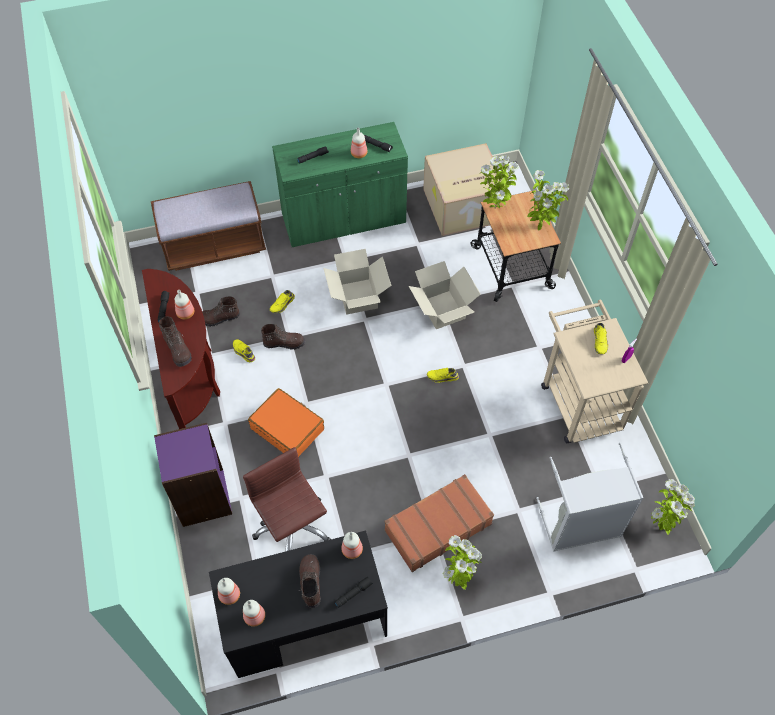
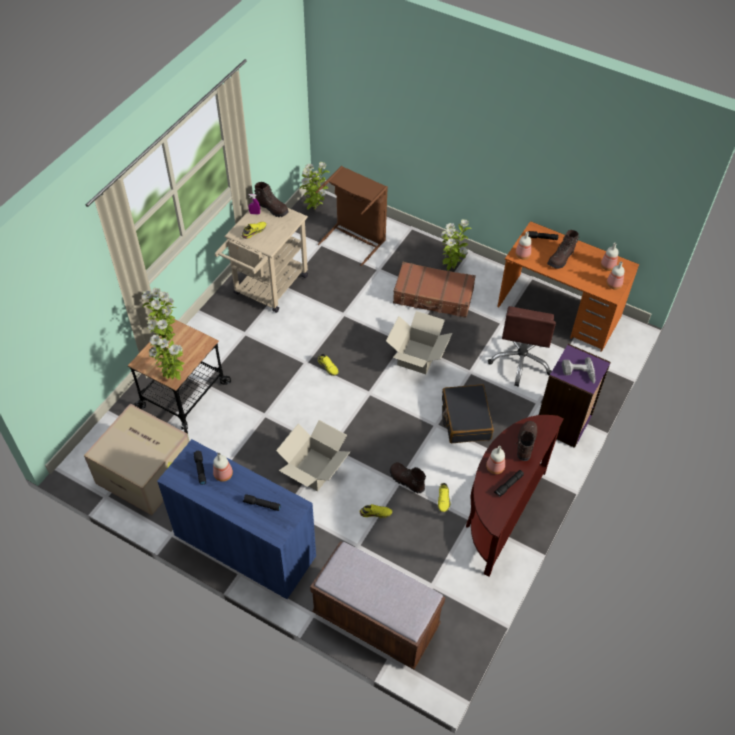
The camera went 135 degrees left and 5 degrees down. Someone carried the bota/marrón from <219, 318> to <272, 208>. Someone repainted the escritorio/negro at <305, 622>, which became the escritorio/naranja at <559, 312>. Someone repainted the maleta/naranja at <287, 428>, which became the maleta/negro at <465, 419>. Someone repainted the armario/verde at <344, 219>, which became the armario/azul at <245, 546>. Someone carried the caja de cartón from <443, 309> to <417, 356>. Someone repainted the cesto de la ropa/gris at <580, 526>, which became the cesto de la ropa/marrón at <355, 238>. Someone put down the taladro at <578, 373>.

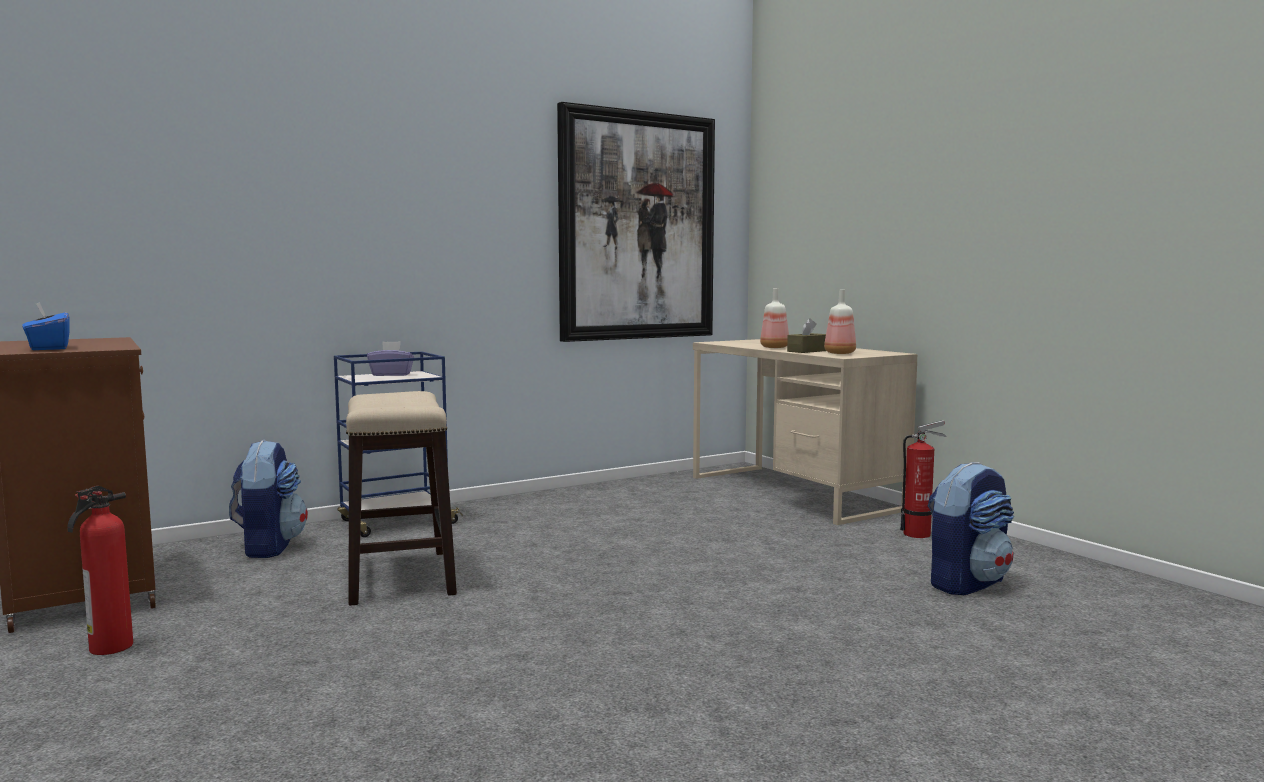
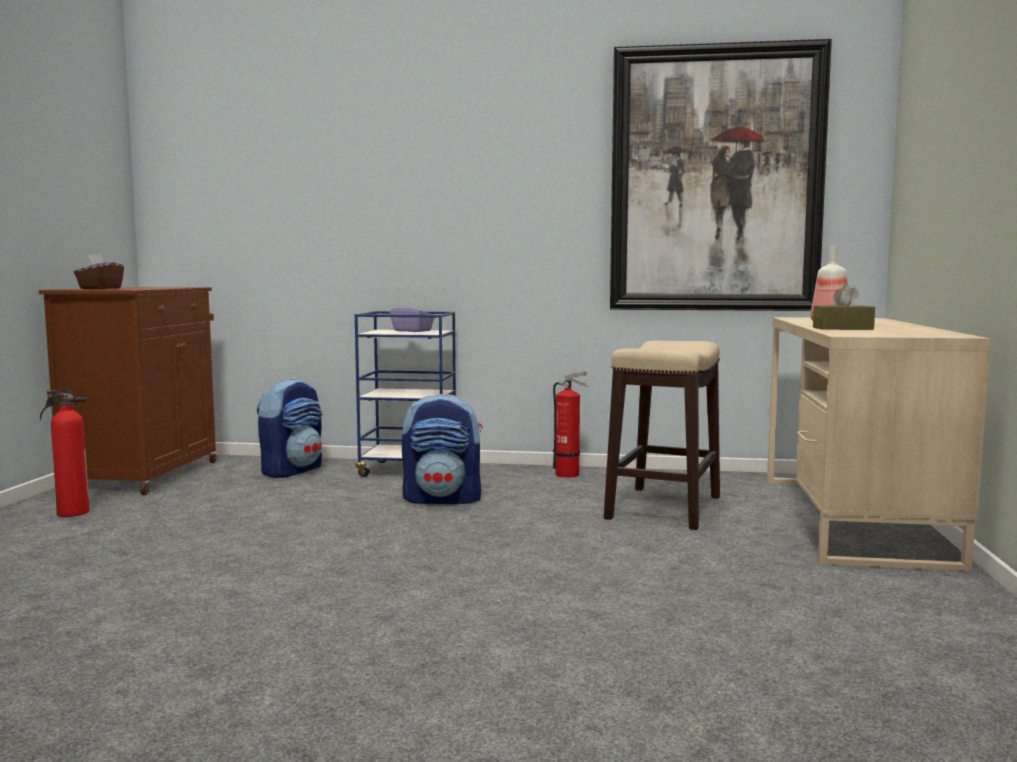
The camera went 40 degrees right and 0 degrees up. Someone repainted the caja de pañuelos/azul at <48, 348>, which became the caja de pañuelos/marrón at <100, 288>. Someone carried the taburete from <400, 576> to <664, 507>. Someone took away the botella at <838, 353>. Someone carried the extintor from <920, 534> to <570, 475>. Someone carried the mochila from <966, 583> to <443, 499>.

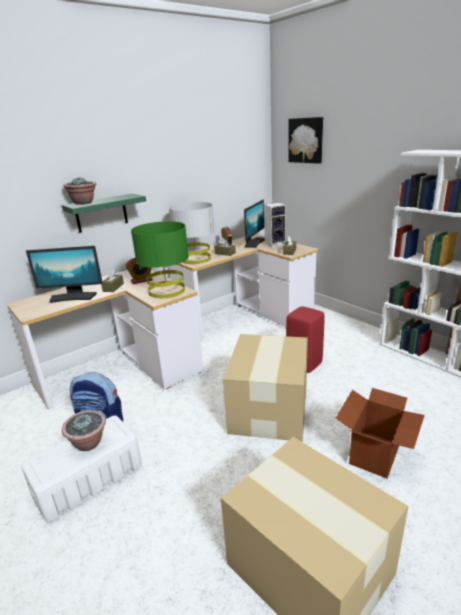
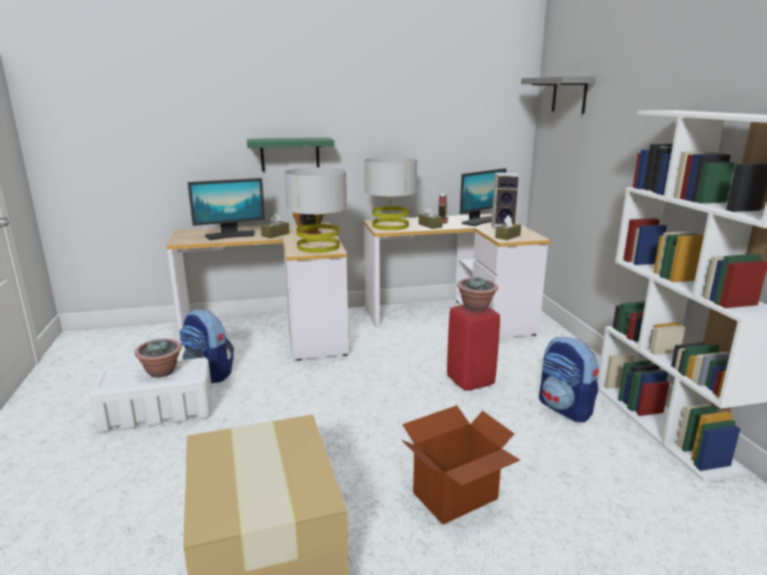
The camera went 25 degrees right and 5 degrees down. Someone rotated the monitor at <73, 297> by 45 degrees counterclockwise. Someone carried the planta en maceta from <84, 203> to <476, 307>. Someone repainted the lámpara de mesa/verde at <166, 291>, which became the lámpara de mesa/gris at <318, 246>. Someone took away the caja de cartón at <270, 408>. Someone swapped the cuadro at <306, 140> for the estante/gris at <569, 95>. Someone put down the mochila at <565, 408>.

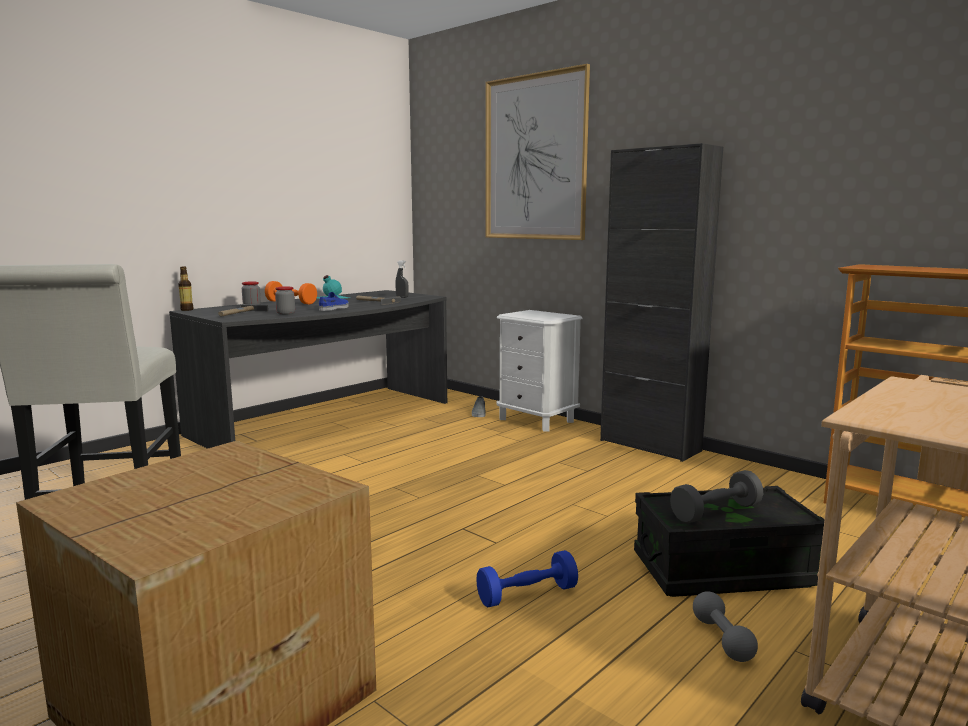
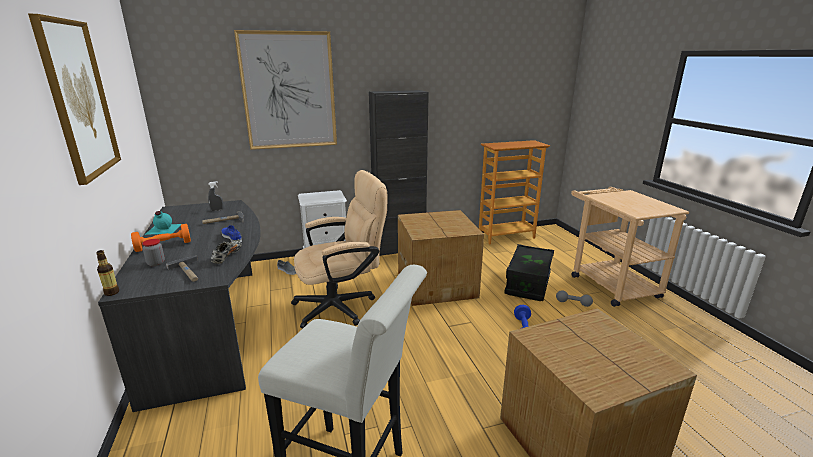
The camera went 60 degrees left and 10 degrees up. Someone swapped the tarro at <286, 313> for the zapato at <227, 256>. Someone took away the mancuerna/gris at <715, 512>. Someone put up the cuadro at <78, 99>. Someone put down the silla de oficina/beis at <342, 306>. Someone put down the caja de cartón at <437, 284>.

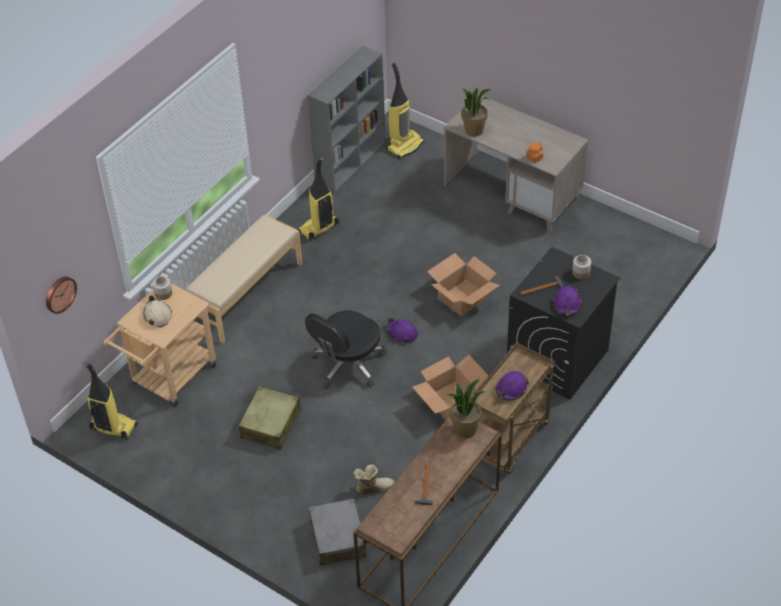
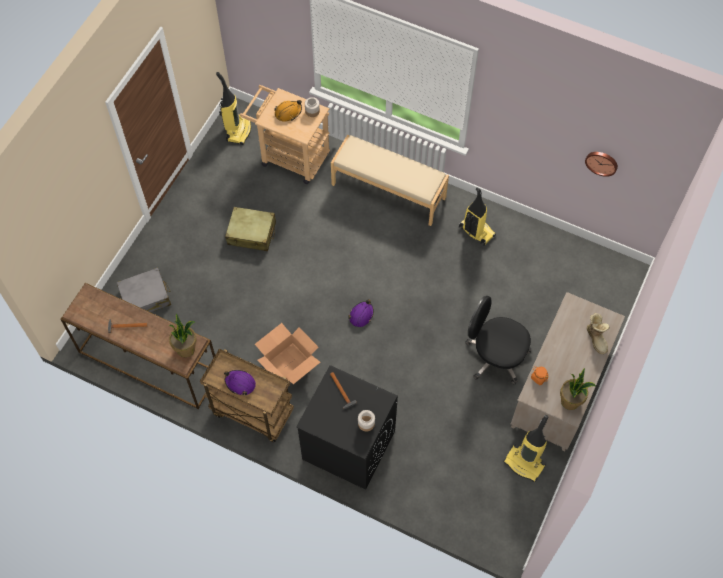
The camera went 80 degrees right and 15 degrees up. Someone carried the reloj de pared from <59, 294> to <601, 162>. Someone repainted the casco/beis at <157, 315>, which became the casco/naranja at <288, 112>. Someone carried the silla de oficina/negro from <347, 365> to <495, 356>. Someone took away the estantería/gris at <351, 162>. Someone carried the bota from <373, 487> to <597, 338>. Someone carried the aspiradora from <404, 145> to <525, 463>. Someone took away the caja de cartón at <462, 297>. Someone carried the planta en maceta from <474, 130> to <570, 401>. Someone took away the casco/morado at <567, 304>.

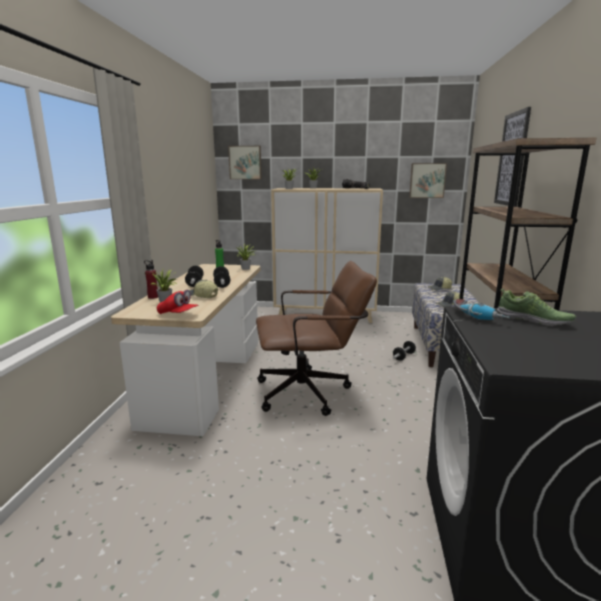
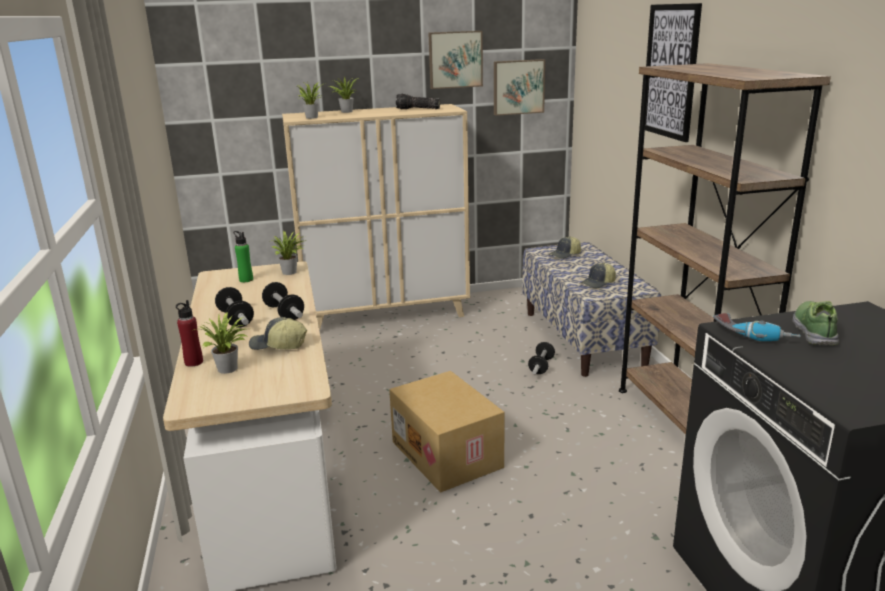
The camera went 20 degrees left and 5 degrees up. Someone took away the gorra/rojo at <178, 314>. Someone carried the cuadro from <245, 162> to <455, 59>. Someone swapped the silla de oficina/marrón at <311, 392> for the caja de cartón at <448, 454>. Someone rotated the zapato at <533, 320> by 90 degrees counterclockwise.

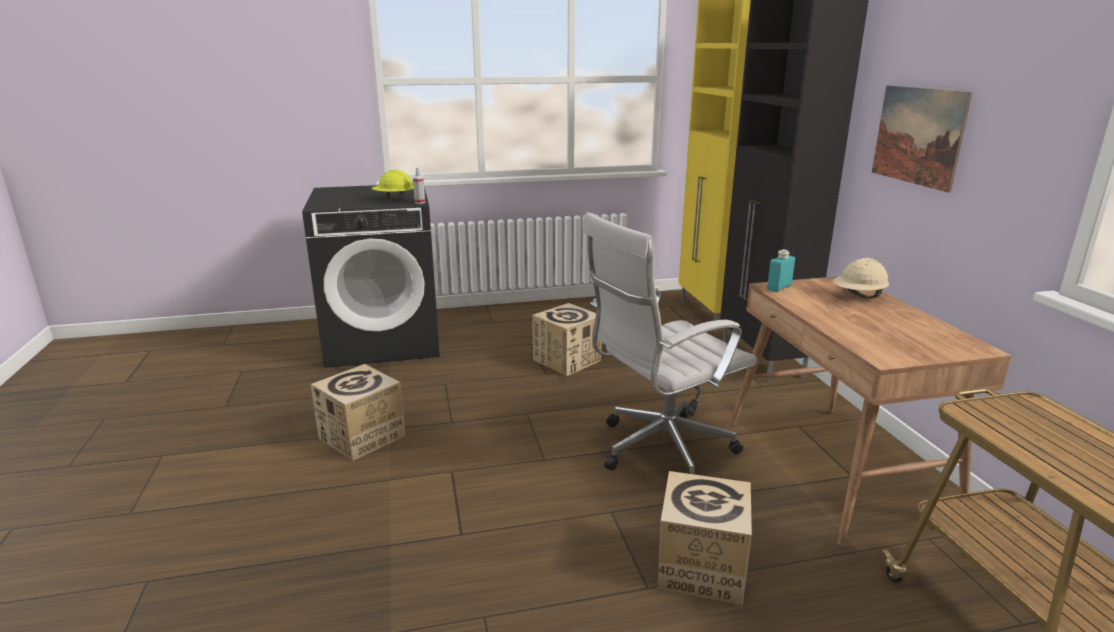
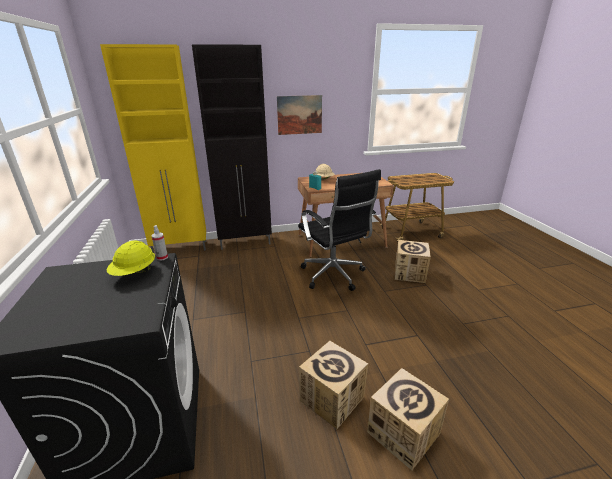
The camera went 90 degrees left and 5 degrees up. Someone carried the caja de cartón from <567, 360> to <403, 433>. Someone repainted the silla de oficina/blanco at <659, 451>, which became the silla de oficina/negro at <334, 276>.

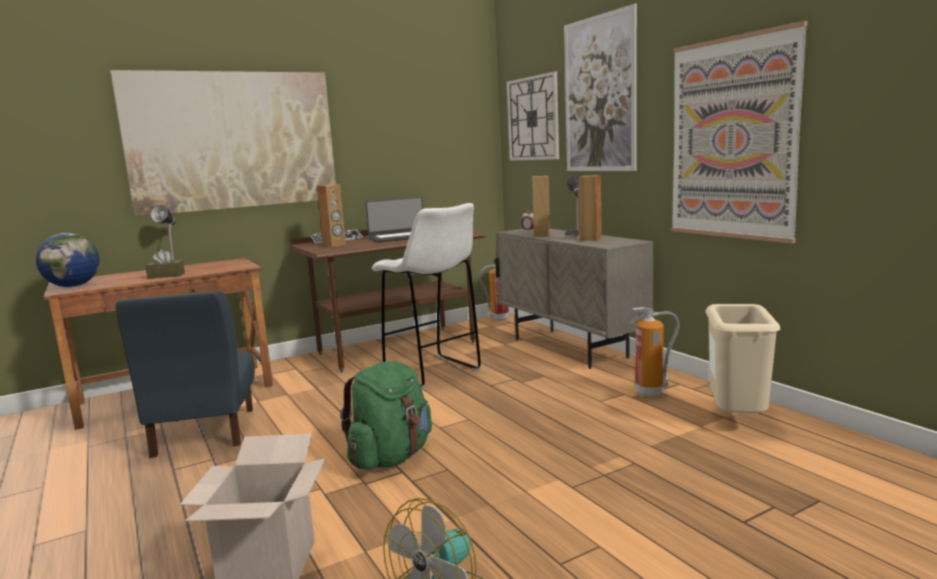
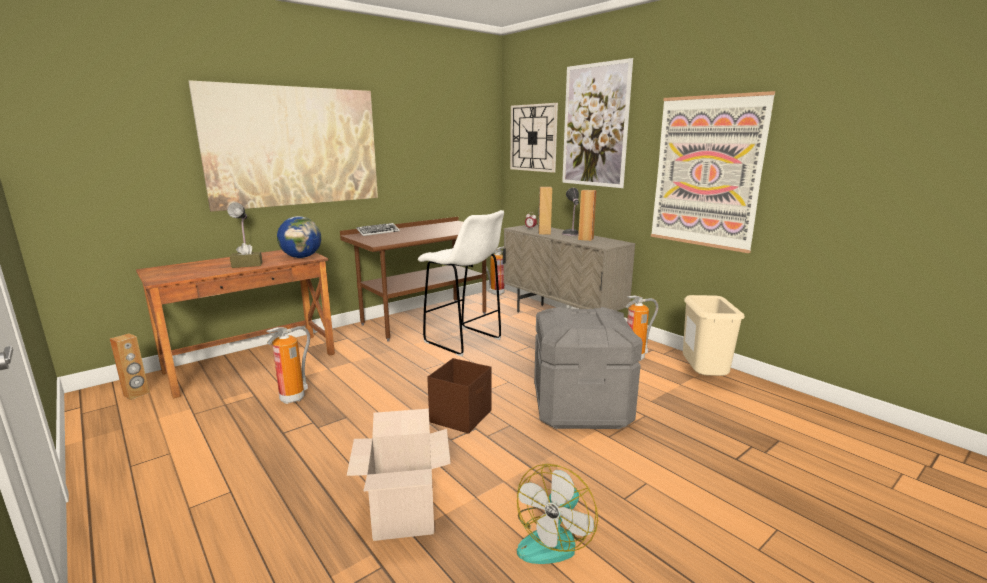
The camera went 10 degrees left and 5 degrees up. Someone carried the globo terráqueo from <73, 286> to <301, 257>. Someone swapped the silla/azul at <204, 432> for the extintor at <293, 398>. Someone carried the altavoz/marrón from <334, 245> to <136, 394>. Someone swapped the mochila/verde at <391, 457> for the caja de almacenaje/marrón at <461, 416>. Someone took away the portátil at <401, 237>. Someone put down the caja de almacenaje/gris at <581, 408>.

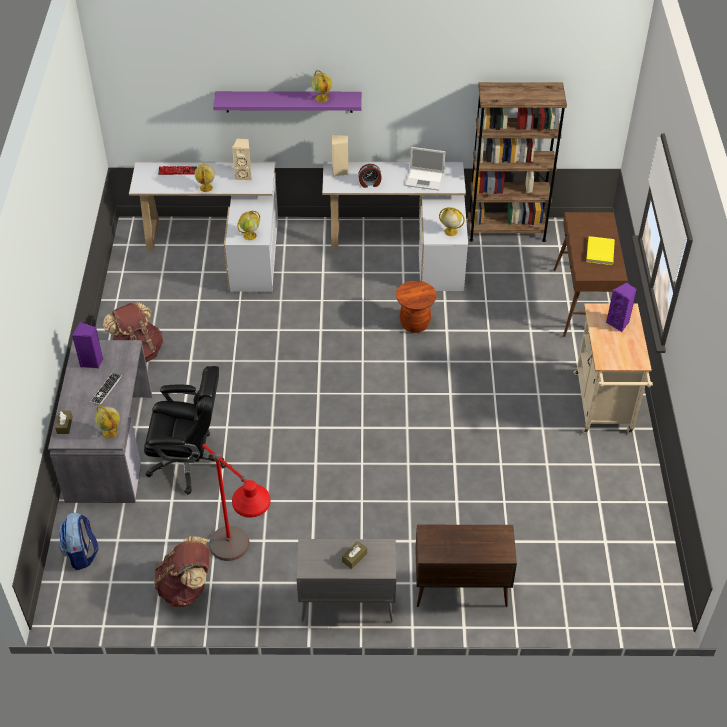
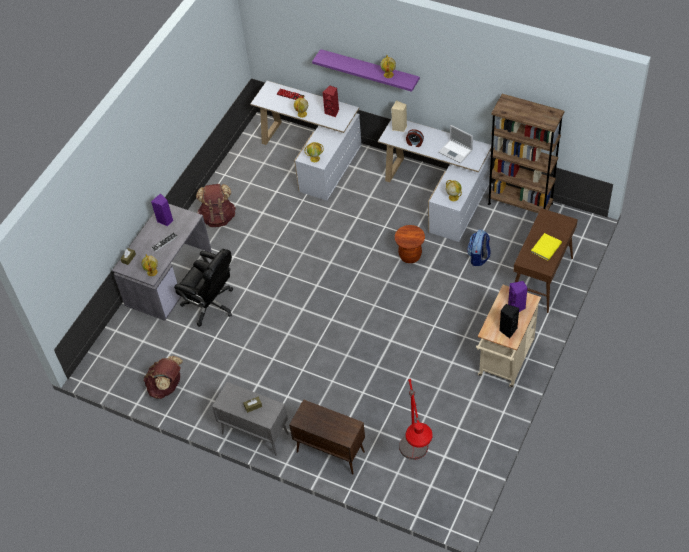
The camera went 30 degrees right and 5 degrees up. Someone carried the mochila from <82, 554> to <478, 257>. Someone carried the lámpara de pie/rojo from <242, 565> to <416, 465>. Someone repainted the altavoz/beis at <244, 176>, which became the altavoz/rojo at <332, 112>. Someone put down the altavoz/negro at <507, 330>.

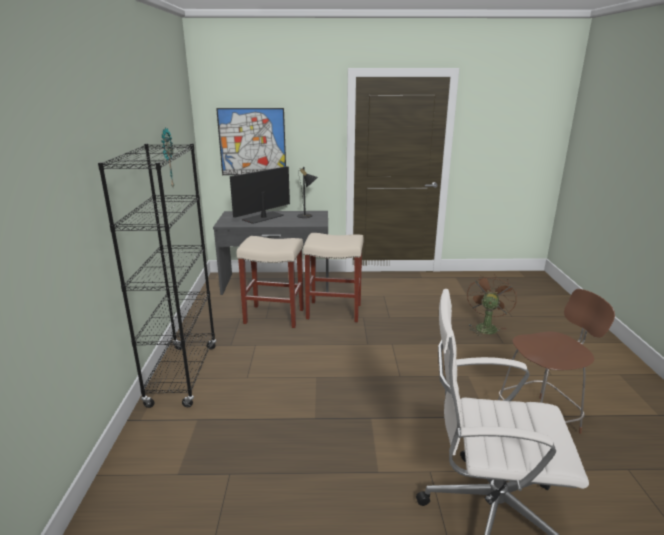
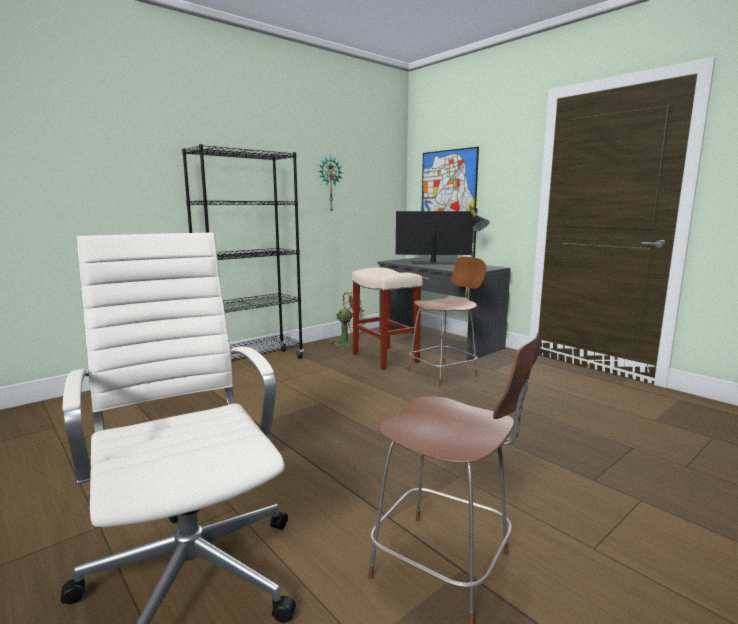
The camera went 50 degrees right and 10 degrees down. Someone swapped the taburete/beis at <335, 311> for the silla/marrón at <444, 373>. Someone carried the ventilador/marrón from <485, 326> to <349, 344>.

